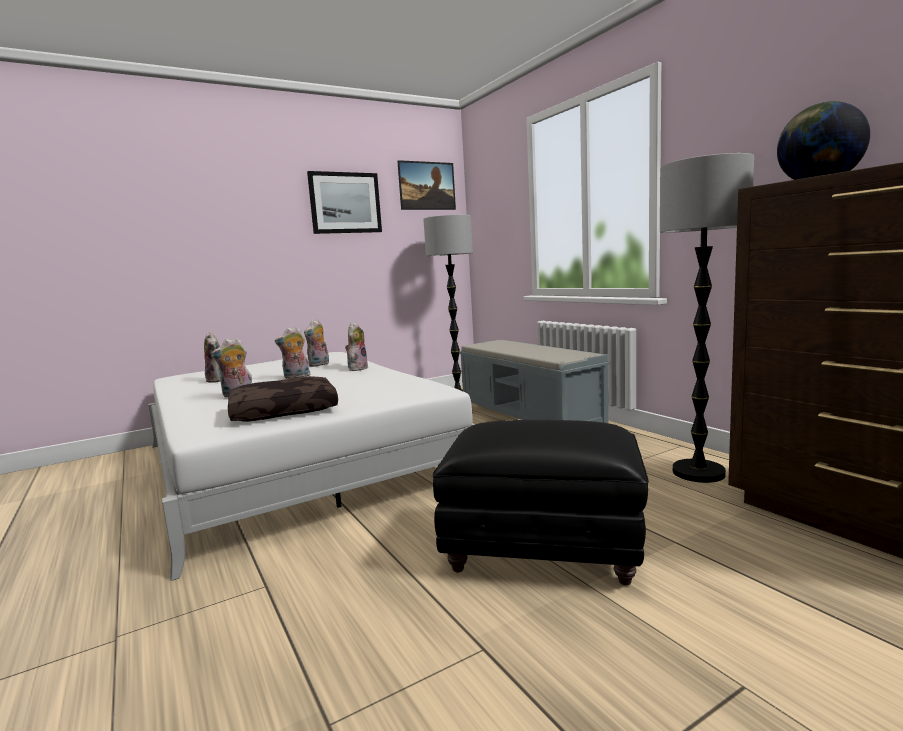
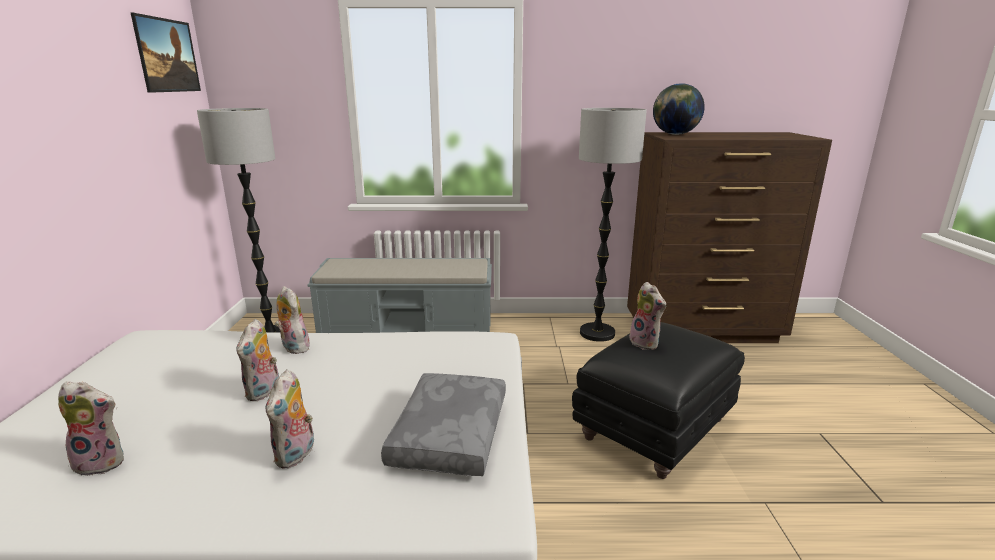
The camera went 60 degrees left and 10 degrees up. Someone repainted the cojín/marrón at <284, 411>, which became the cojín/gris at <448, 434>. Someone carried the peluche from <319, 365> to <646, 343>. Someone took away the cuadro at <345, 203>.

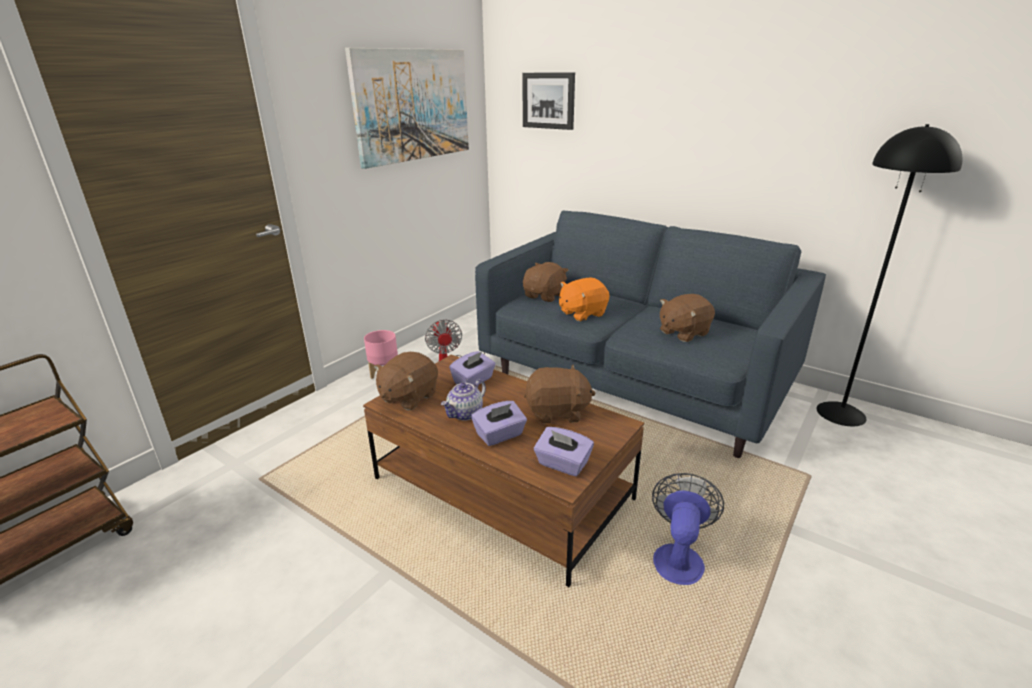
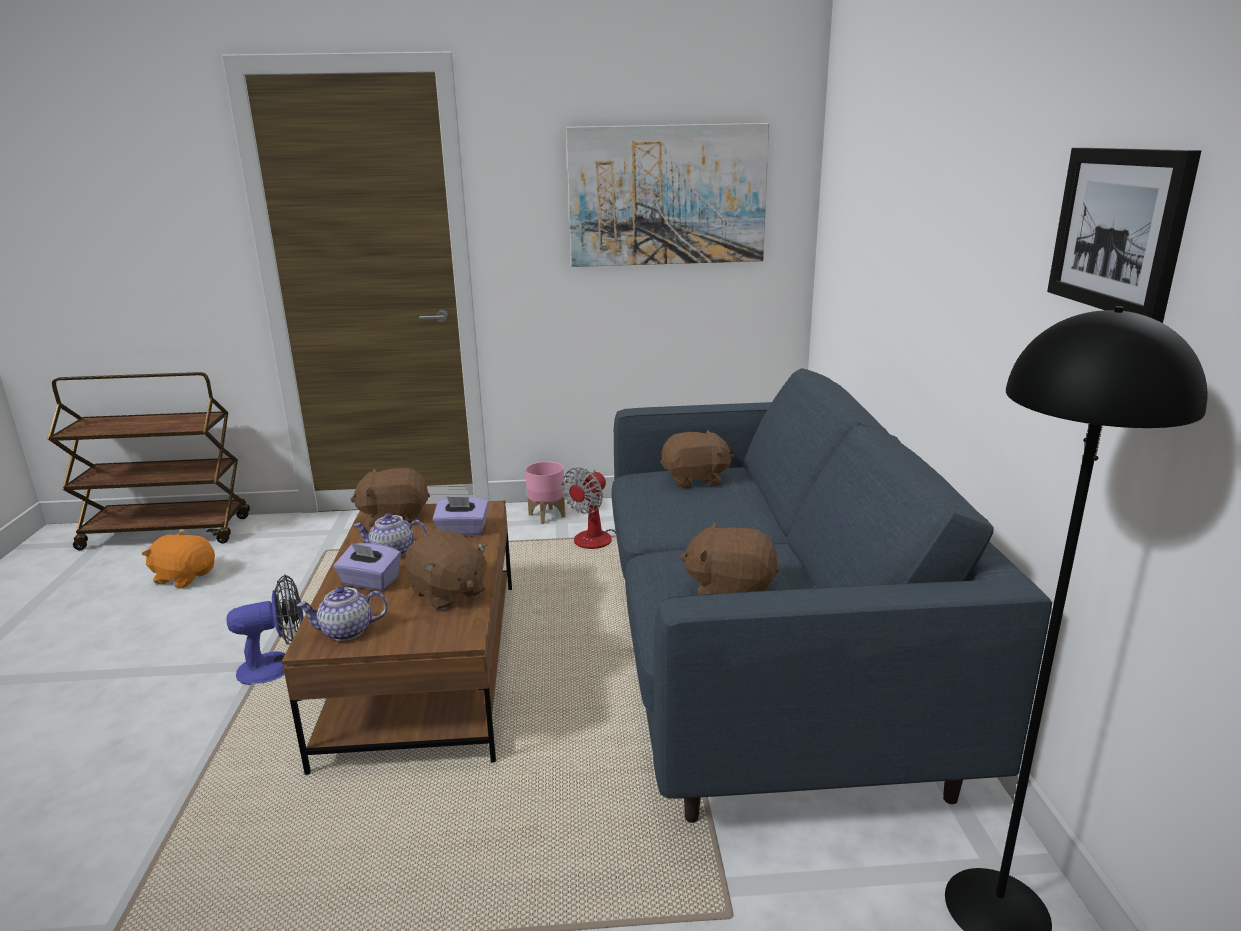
The camera went 50 degrees right and 5 degrees down. Someone carried the cuadro from <549, 100> to <1120, 230>. Someone swapped the caja de pañuelos/morado at <562, 464> for the tetera at <346, 631>. Someone carried the peluche/naranja from <582, 313> to <185, 577>. Someone carried the ventilador from <678, 556> to <277, 666>.

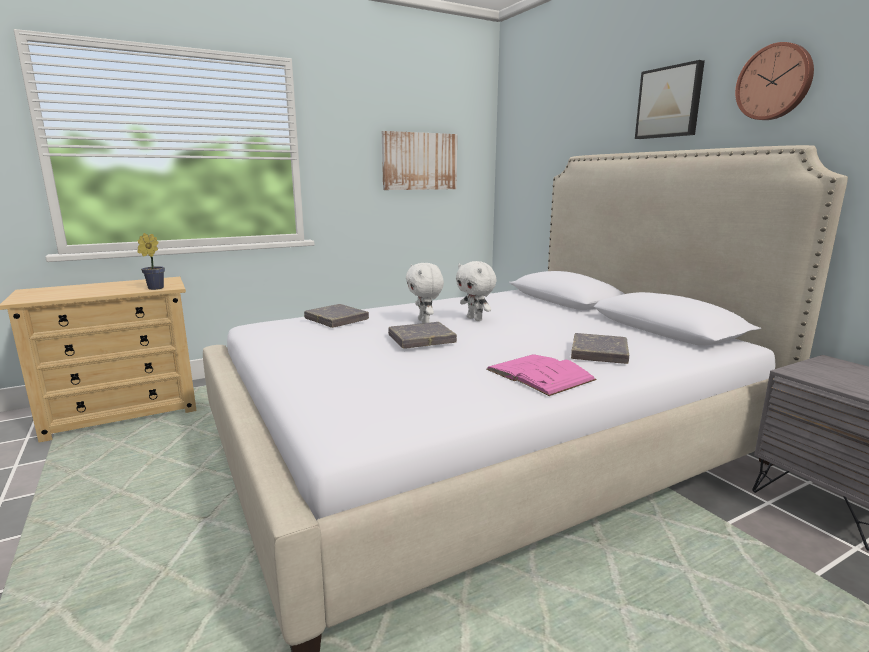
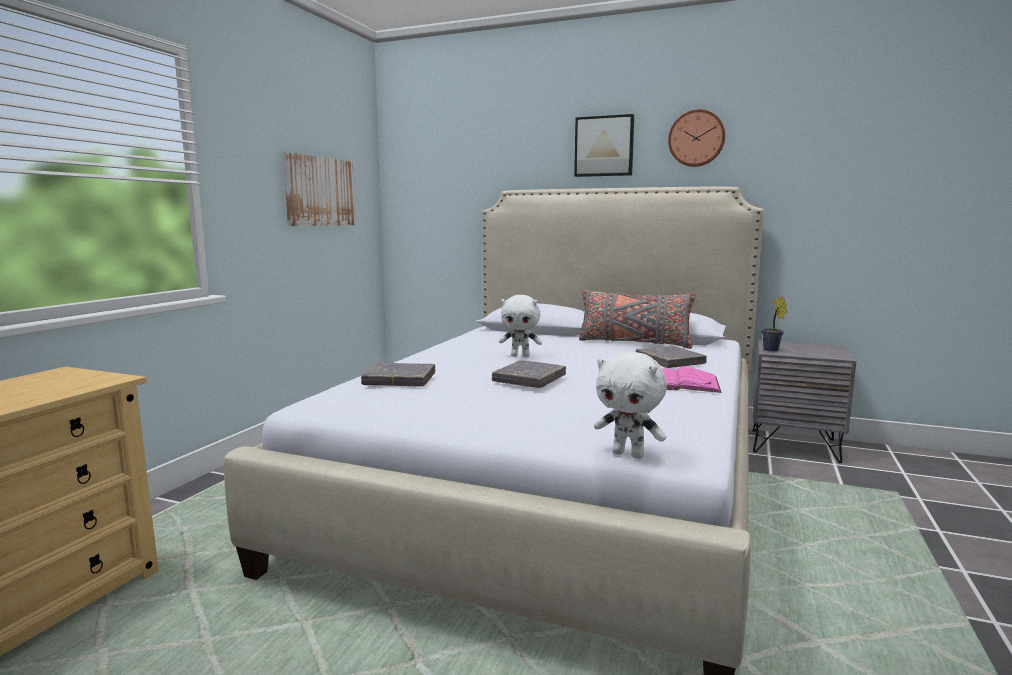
The camera went 40 degrees left and 5 degrees down. Someone carried the planta en maceta from <154, 288> to <772, 350>. Someone carried the peluche/blanco from <425, 321> to <629, 454>. Someone put down the cojín/gris at <633, 343>.

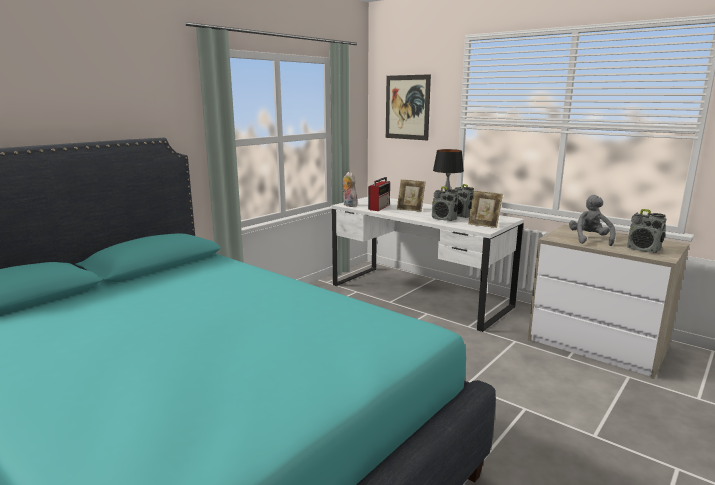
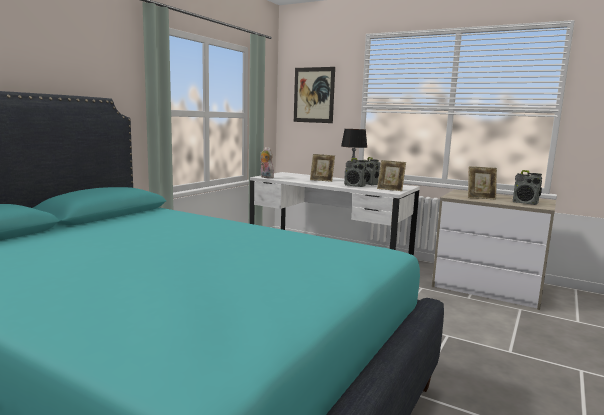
The camera went 10 degrees left and 5 degrees down. Someone took away the radio at <379, 207>. Someone swapped the peluche/gris at <589, 240> for the portarretratos at <480, 198>.

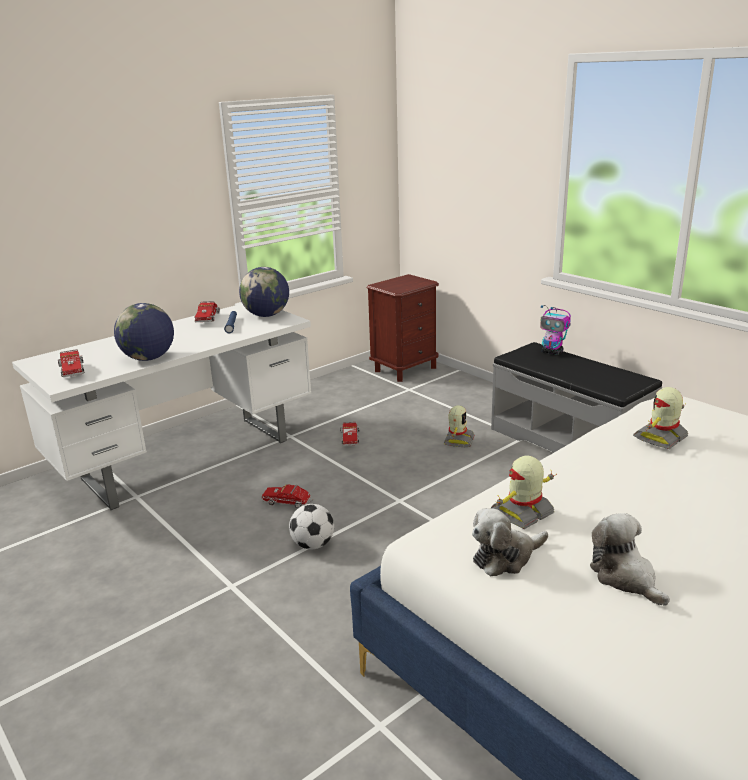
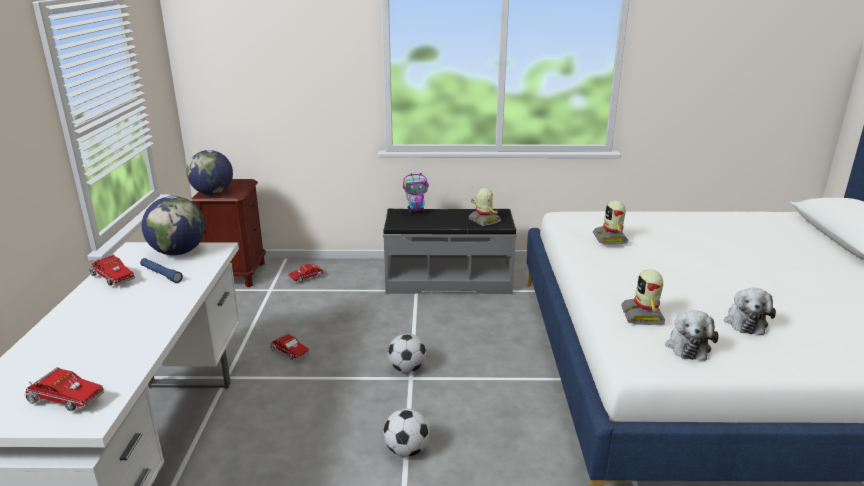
The camera went 50 degrees left and 0 degrees up. Someone carried the globo terráqueo from <149, 358> to <213, 193>. Someone carried the camión de juguete from <289, 503> to <308, 278>. Someone carried the robot de juguete from <458, 440> to <484, 220>. Someone rotated the peluche at <625, 577> by 90 degrees counterclockwise. Someone put down the balón de fútbol at <407, 369>.

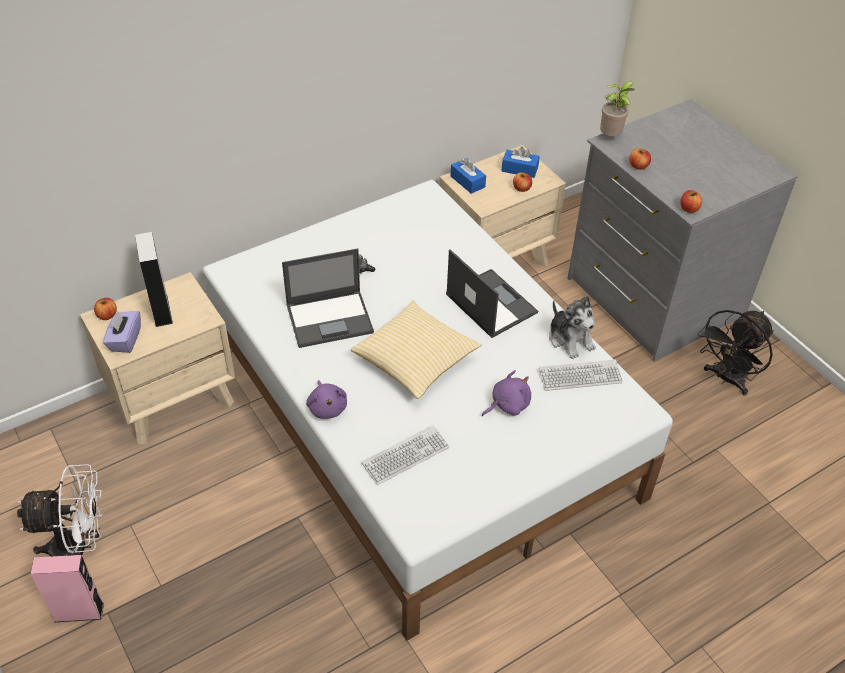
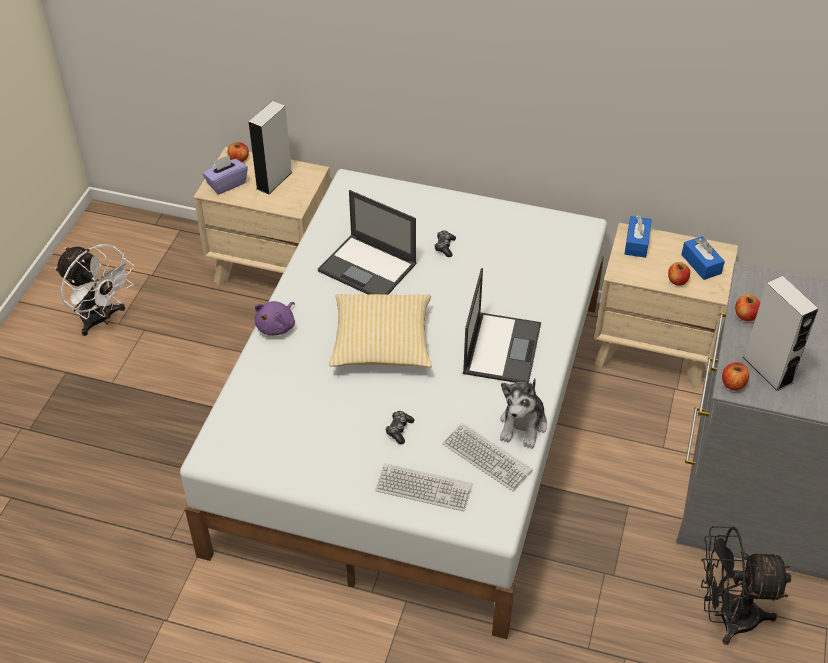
The camera went 50 degrees right and 0 degrees up. Someone took away the altavoz/rosa at <79, 612>. Someone carried the teclado from <405, 456> to <423, 488>. Someone swapped the peluche/morado at <507, 405> for the mando de consola at <399, 430>. Someone took away the planta en maceta at <611, 137>. Someone put down the altavoz/gris at <767, 370>.

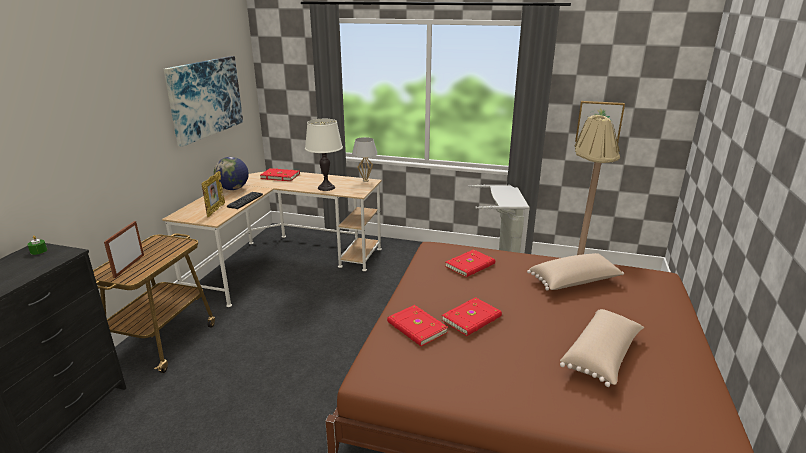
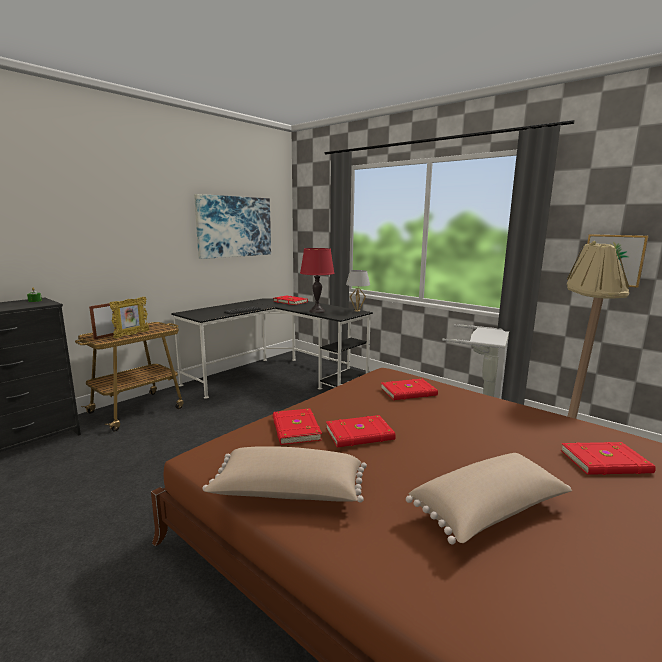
The camera went 25 degrees right and 10 degrees down. Someone repainted the escritorio/beis at <282, 261>, which became the escritorio/negro at <276, 376>. Someone carried the portarretratos from <215, 210> to <131, 334>. Someone took away the globo terráqueo at <233, 189>. Someone repainted the lámpara de mesa/blanco at <326, 188>, which became the lámpara de mesa/rojo at <317, 311>. Someone carried the cojín/beis from <574, 282> to <288, 494>. Someone put down the libro/rojo at <606, 462>.

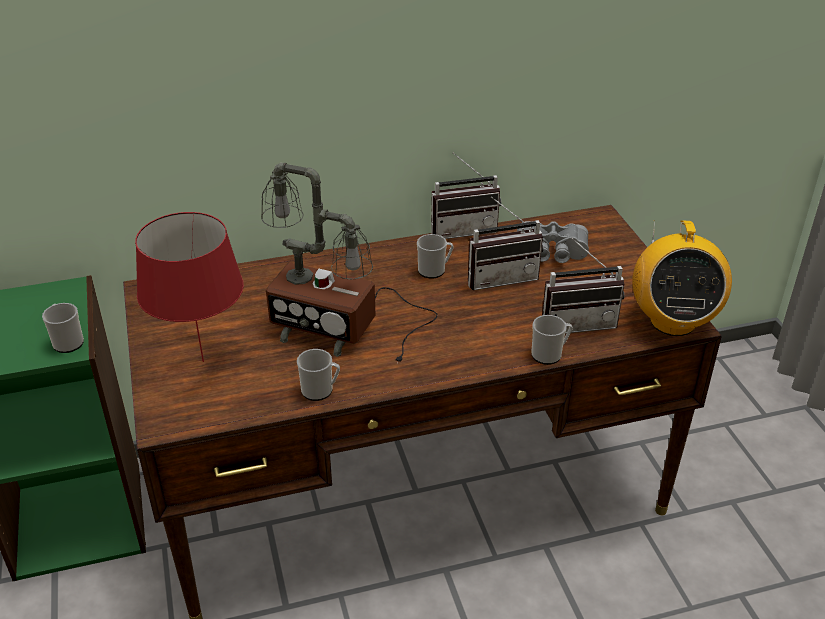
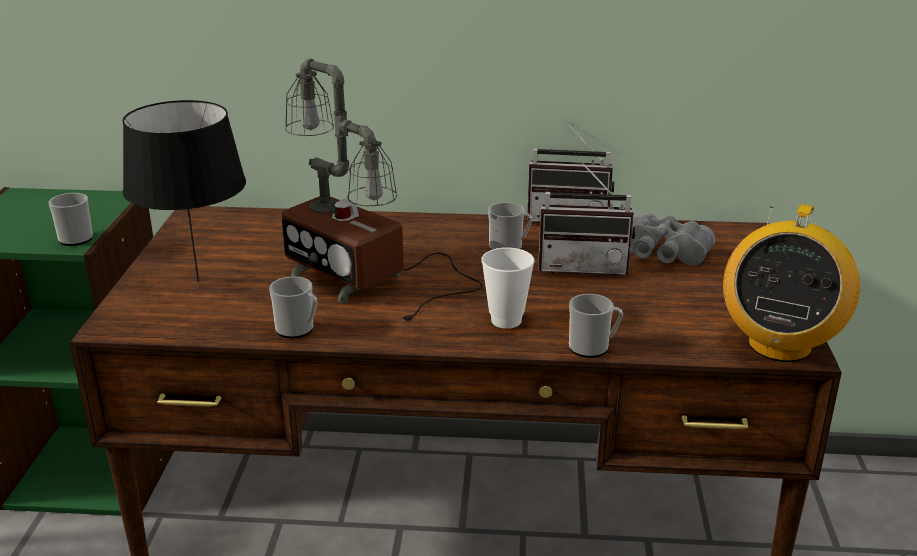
The camera went 20 degrees right and 10 degrees down. Someone repainted the lámpara de mesa/rojo at <202, 360>, which became the lámpara de mesa/negro at <198, 281>. Someone took away the radio at <577, 322>. Someone put down the taza at <506, 320>.

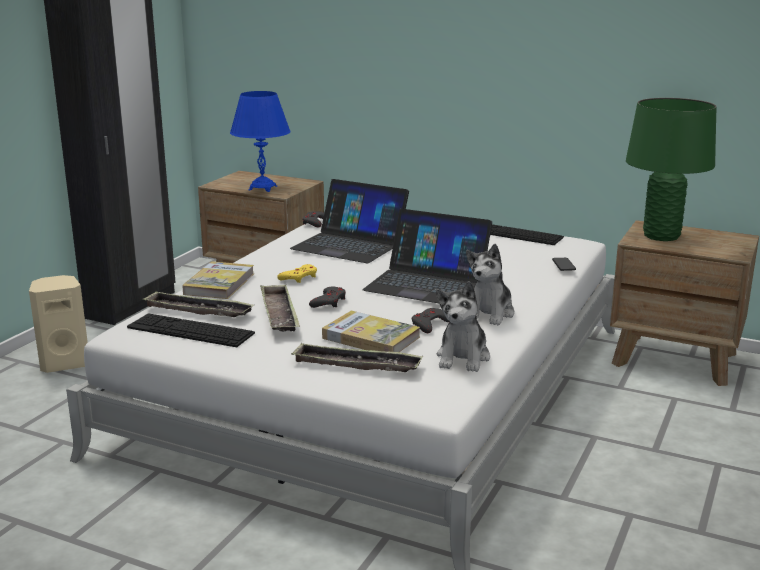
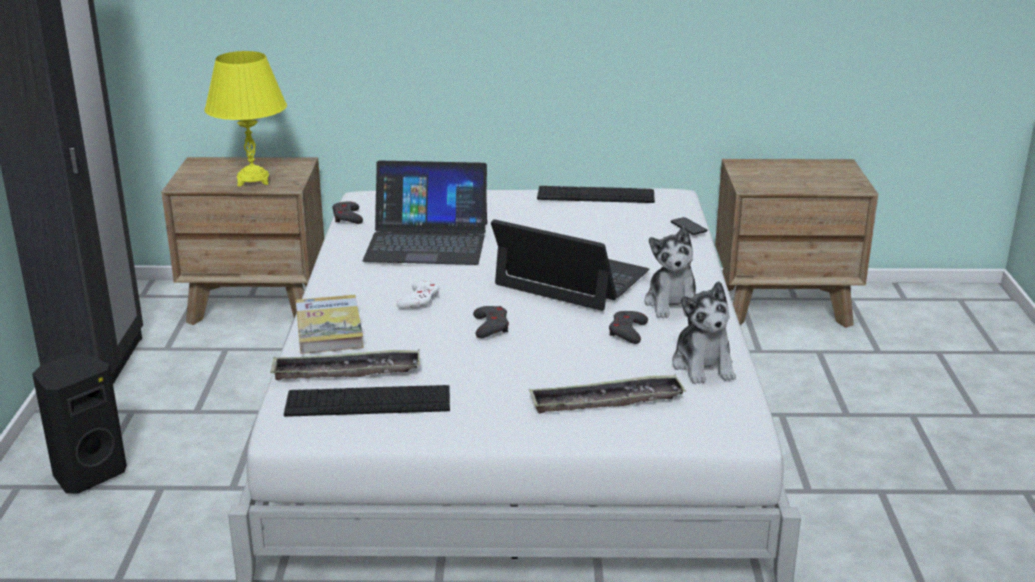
The camera went 25 degrees left and 5 degrees up. Someone repainted the altavoz/beis at <65, 363>, which became the altavoz/negro at <88, 474>. Someone repainted the lámpara de mesa/azul at <263, 188>, which became the lámpara de mesa/amarillo at <253, 180>. Someone took away the bandeja at <279, 314>. Someone repainted the mando de consola/amarillo at <299, 277>, which became the mando de consola/blanco at <419, 300>. Someone took away the libro at <370, 338>. Someone rotated the portátil at <427, 283> by 150 degrees counterclockwise. Someone took away the lámpara de mesa/verde at <661, 236>.

